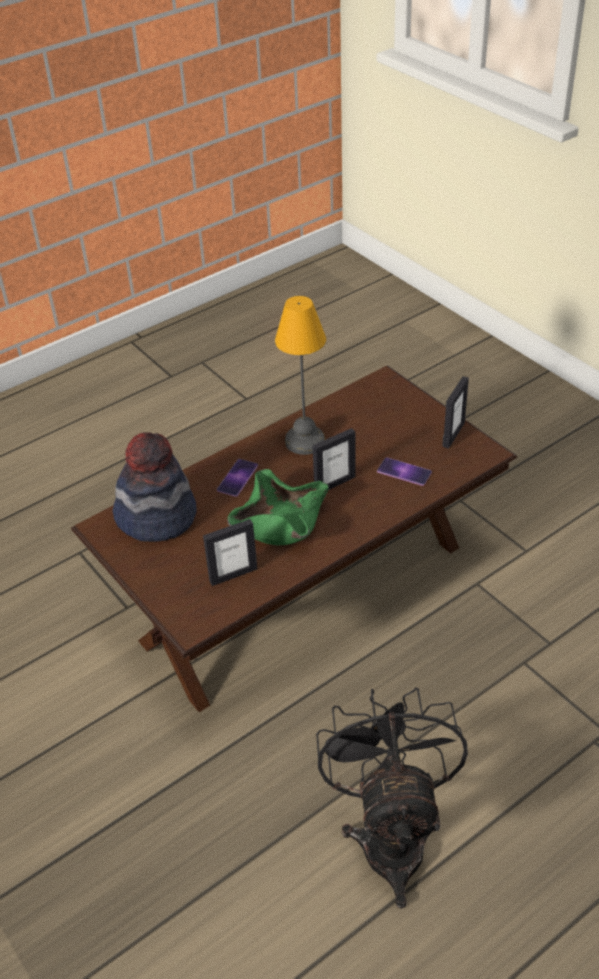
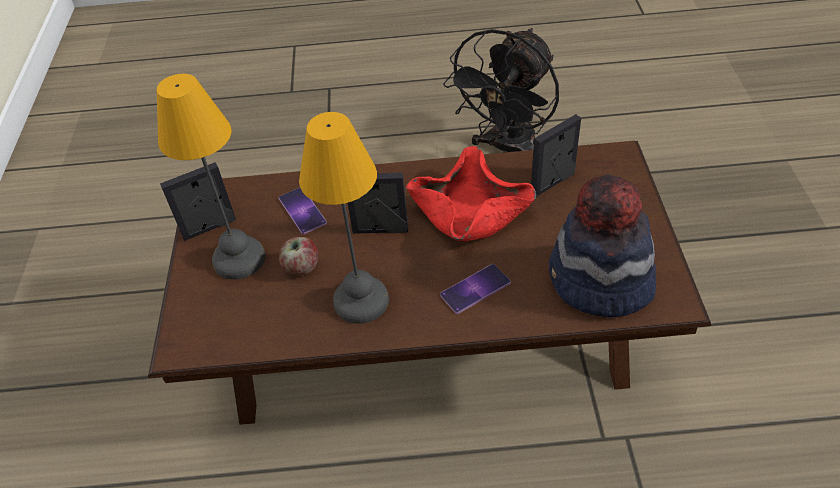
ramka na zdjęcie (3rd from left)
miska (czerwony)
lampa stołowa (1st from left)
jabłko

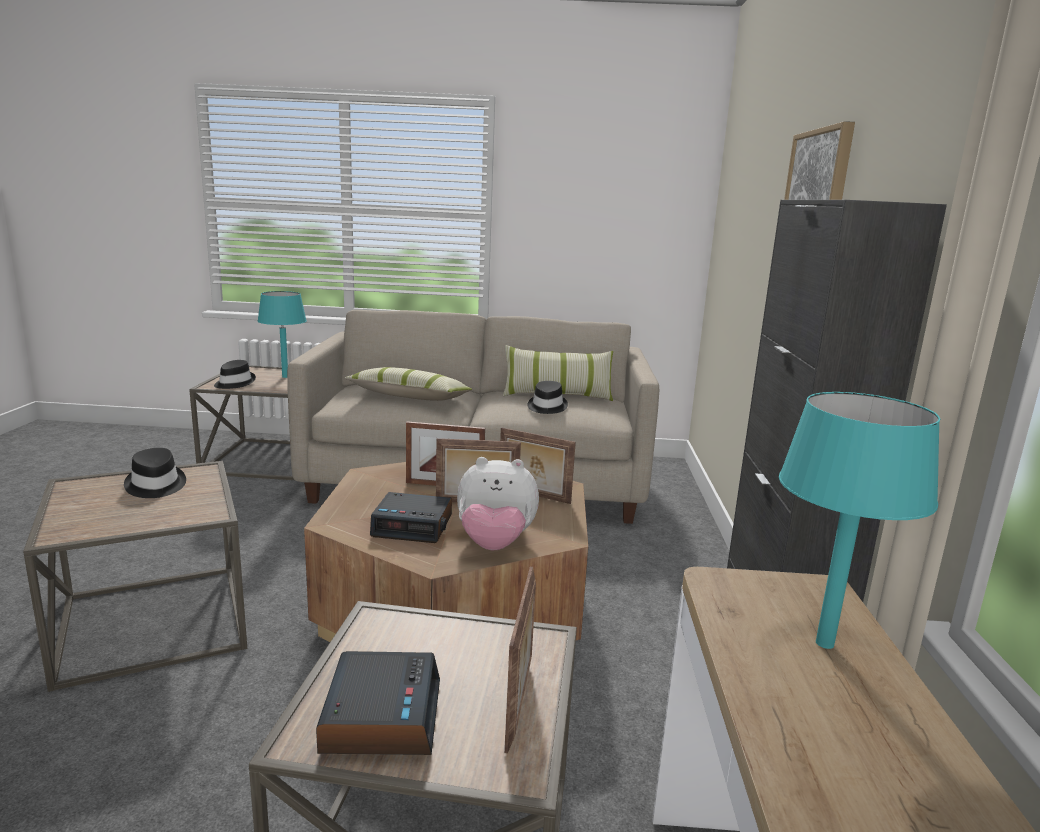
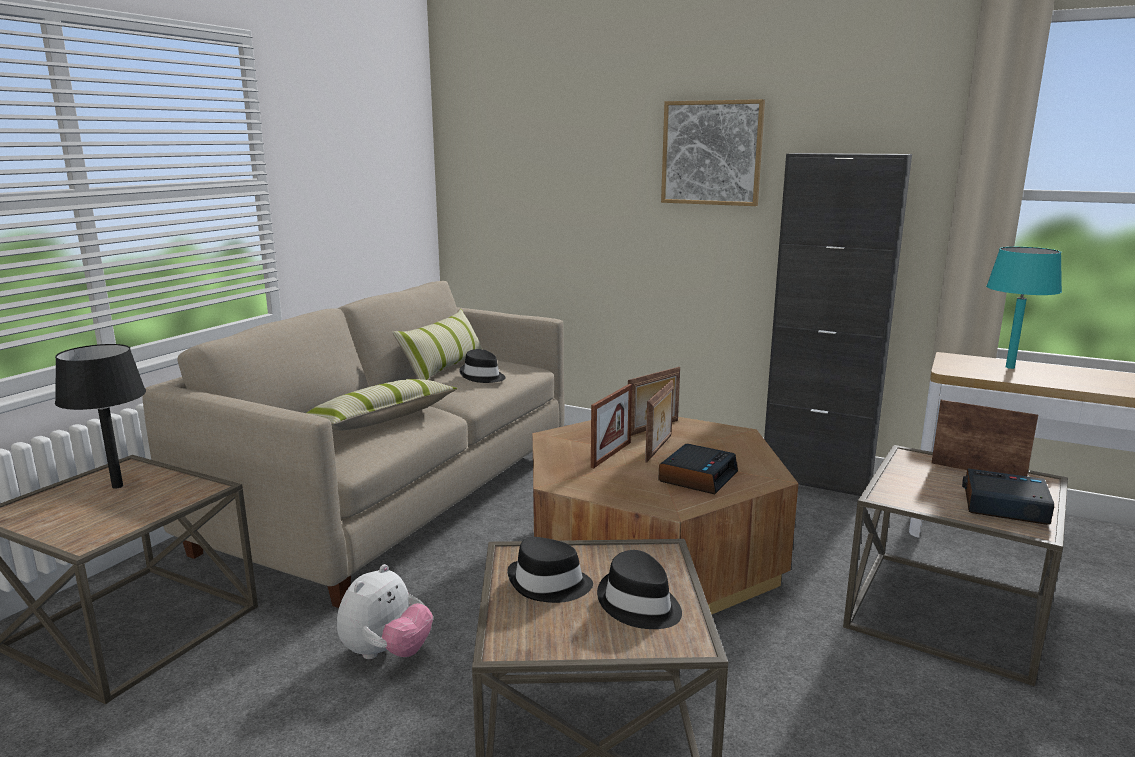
kapelusz (czarny) (3rd from left)
lampa stołowa (czarny)
pluszak

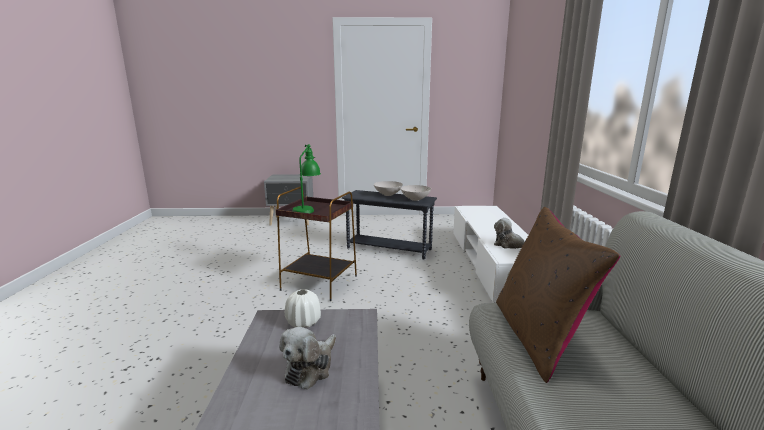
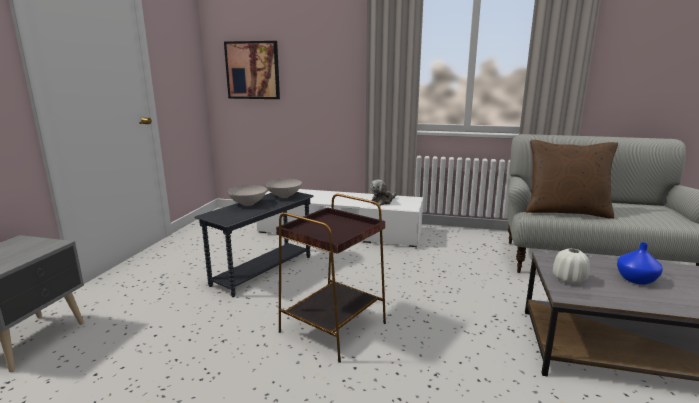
wazon (niebieski)
lampa stołowa (zielony)
obraz

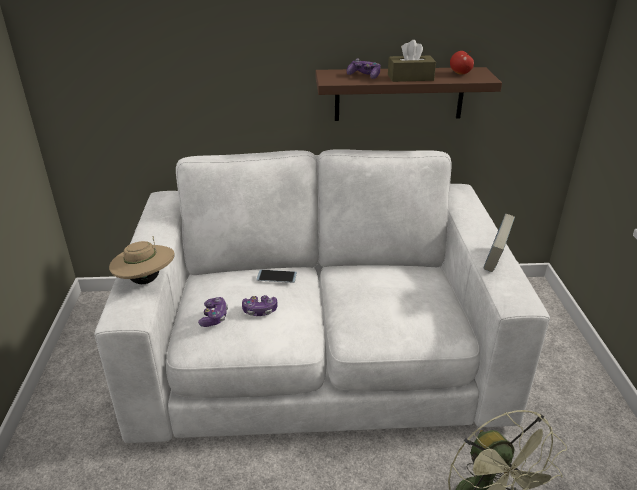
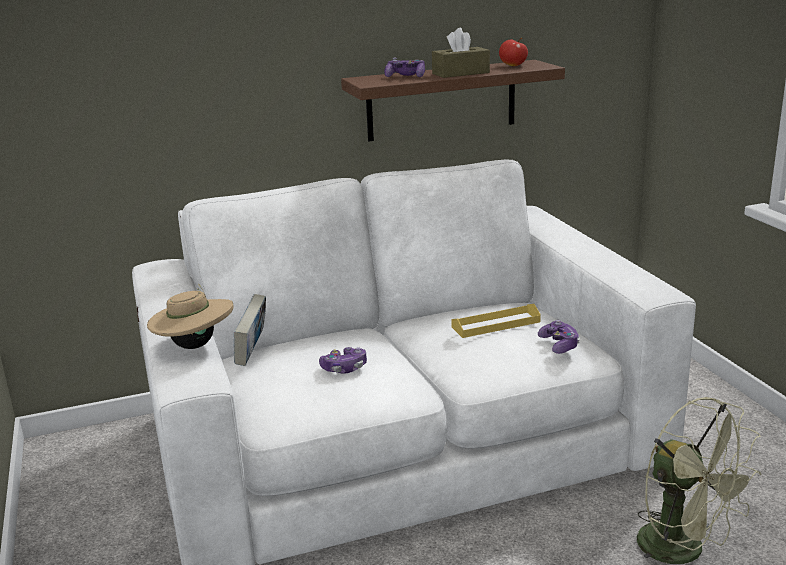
pad do gier (3rd from left)
telefon
książka
taca (żółty)

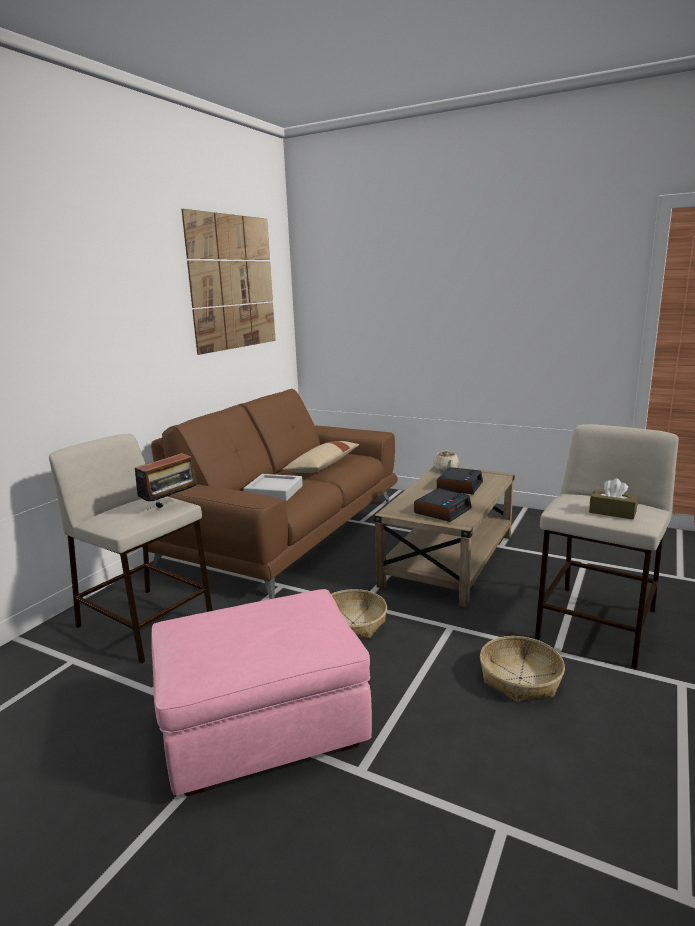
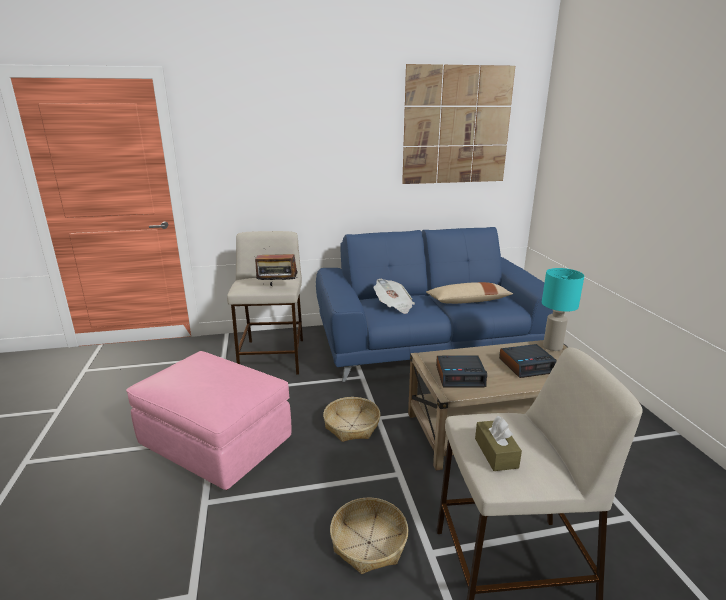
kanapa (niebieski)
gazeta
lampa stołowa (turkusowy)

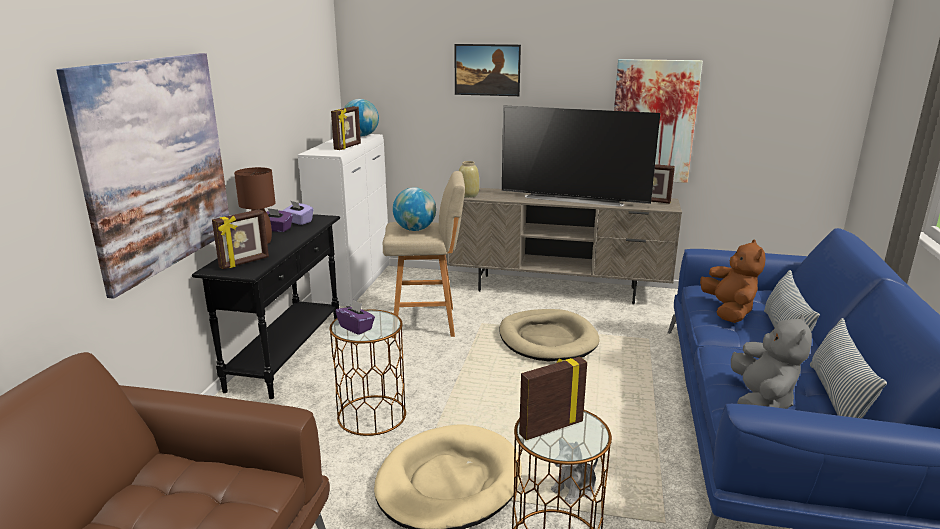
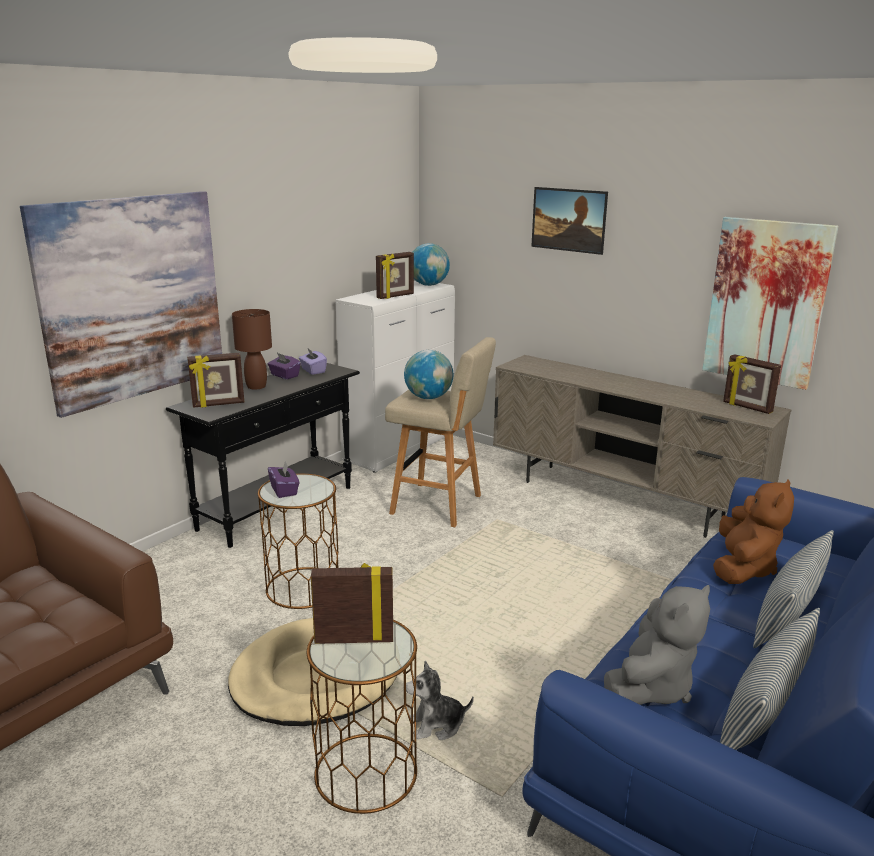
wazon (beżowy)
legowisko (beżowy) (2nd from left in the first image)
telewizor

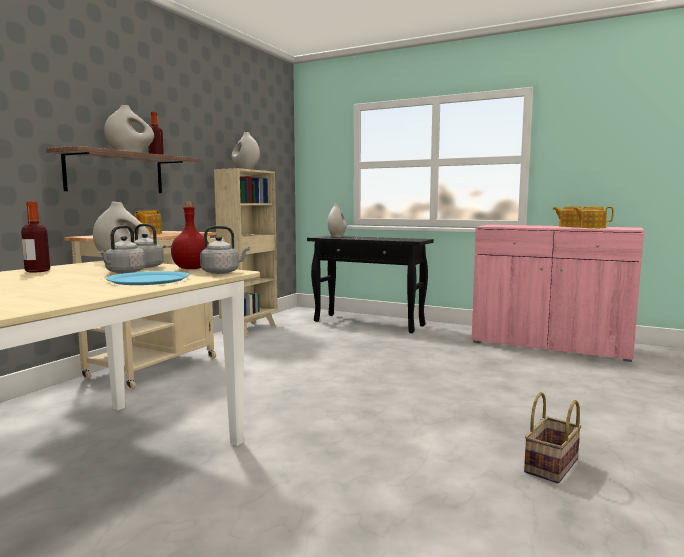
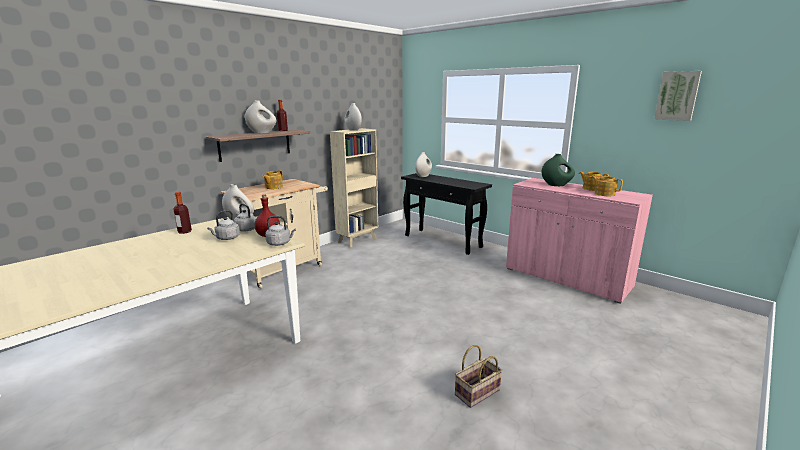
talerz (niebieski)
wazon (zielony)
obraz

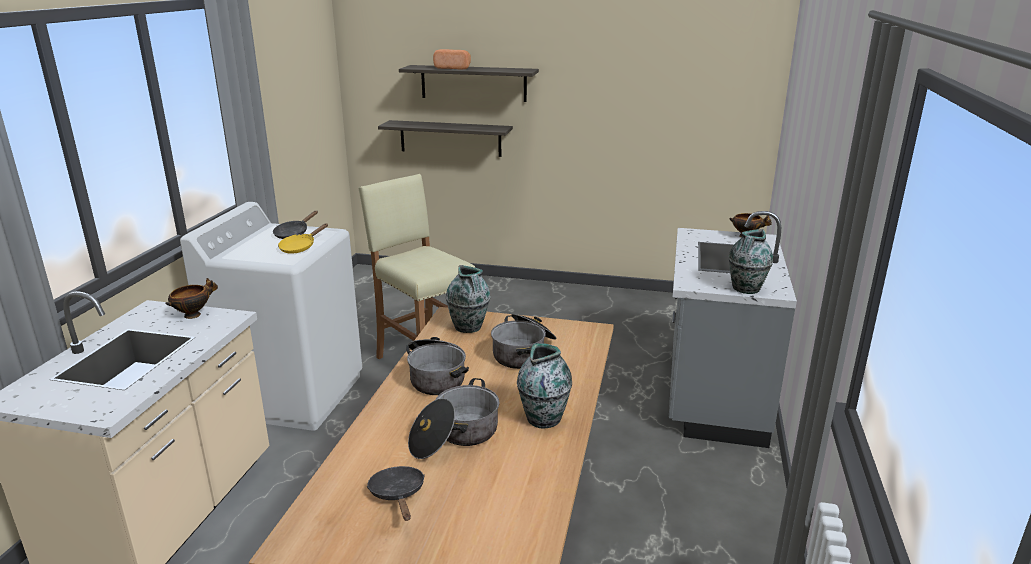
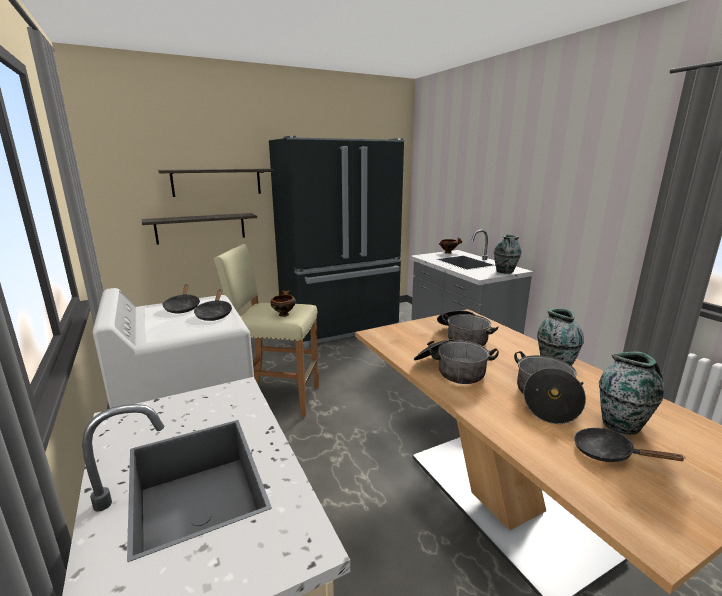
miska (1st from left)
patelnia (czarny) (2nd from left)
chleb
wazon (3rd from left)
lodówka (czarny)

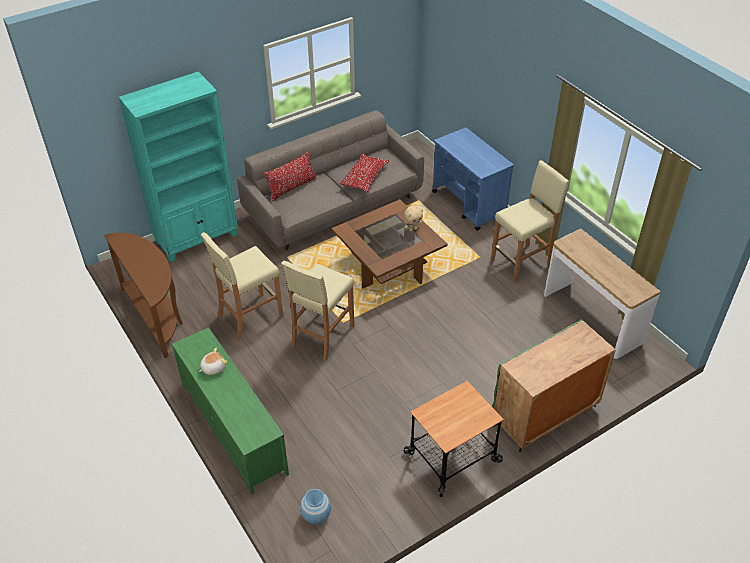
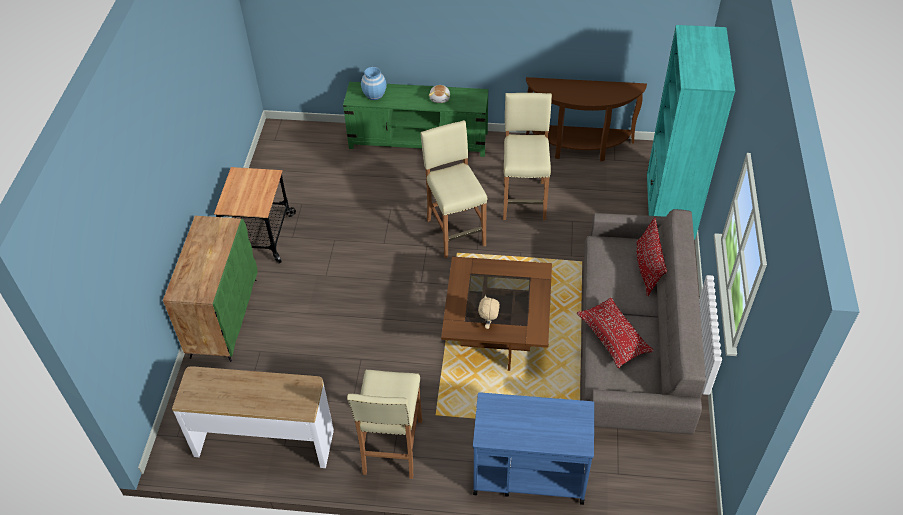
wazon (niebieski)

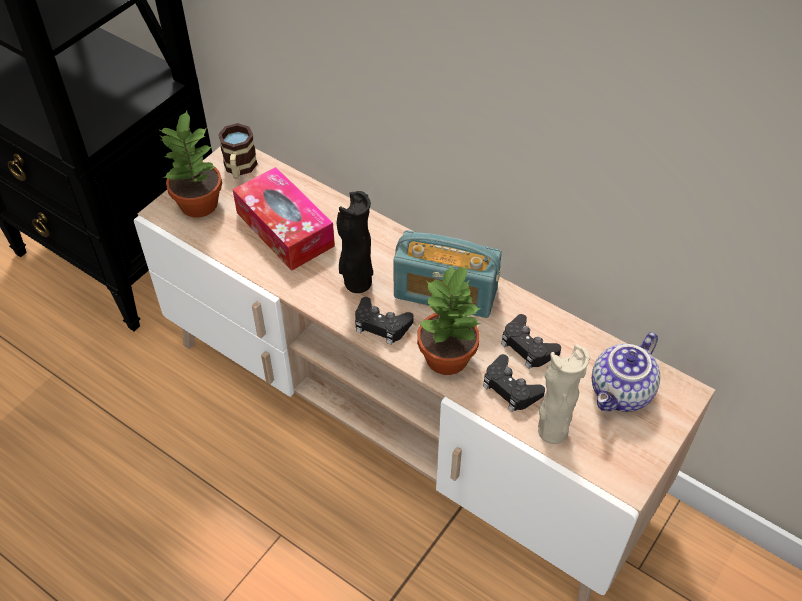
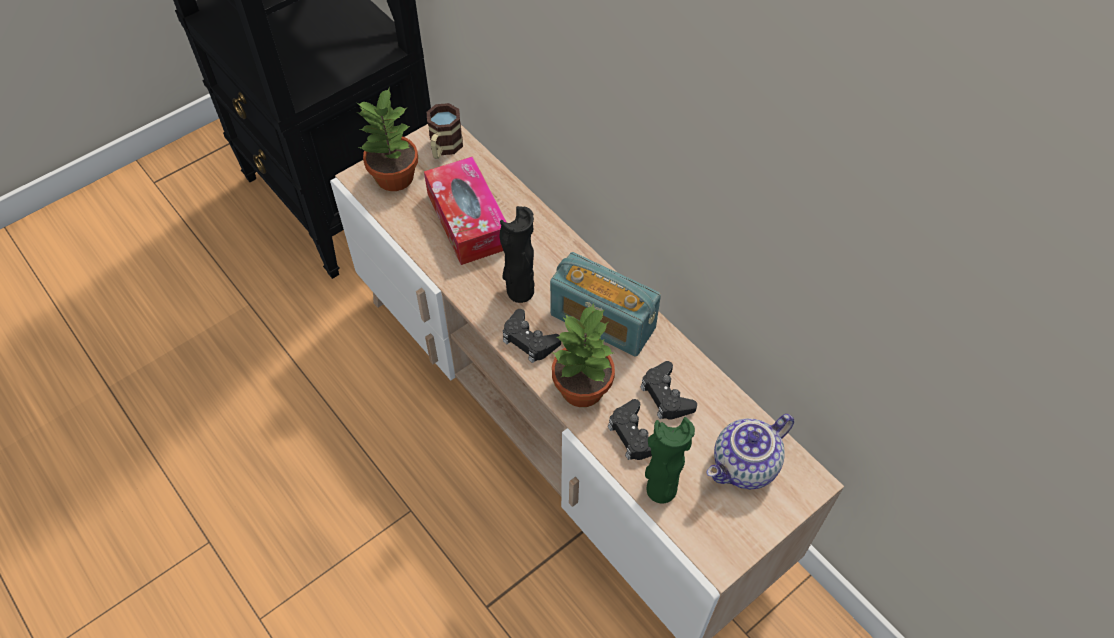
wazon (zielony)

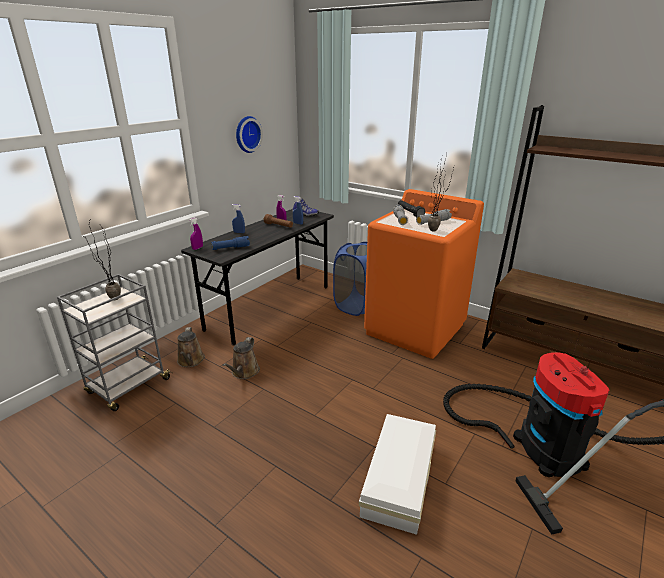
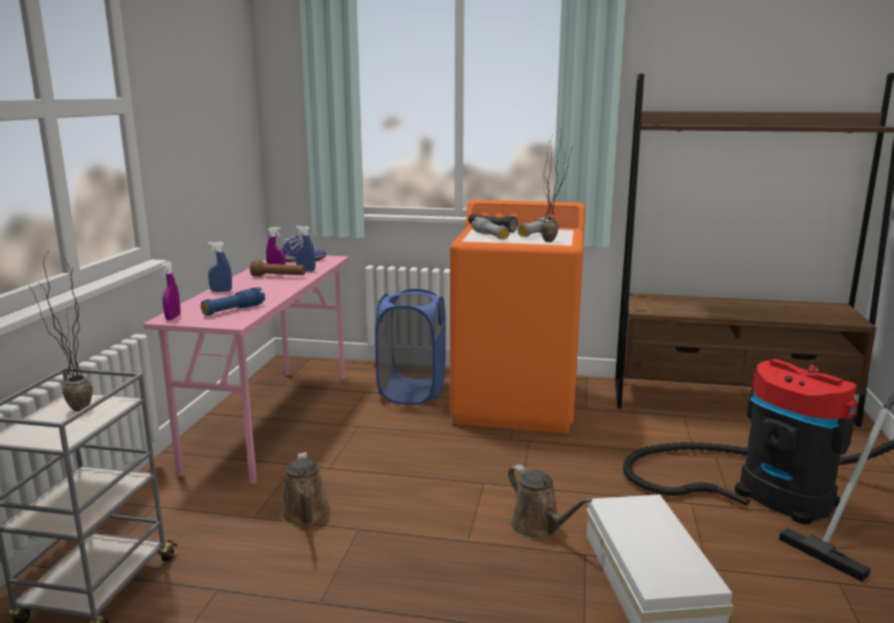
konewka (brązowy) (2nd from left)
biurko (różowy)
zegar ścienny

